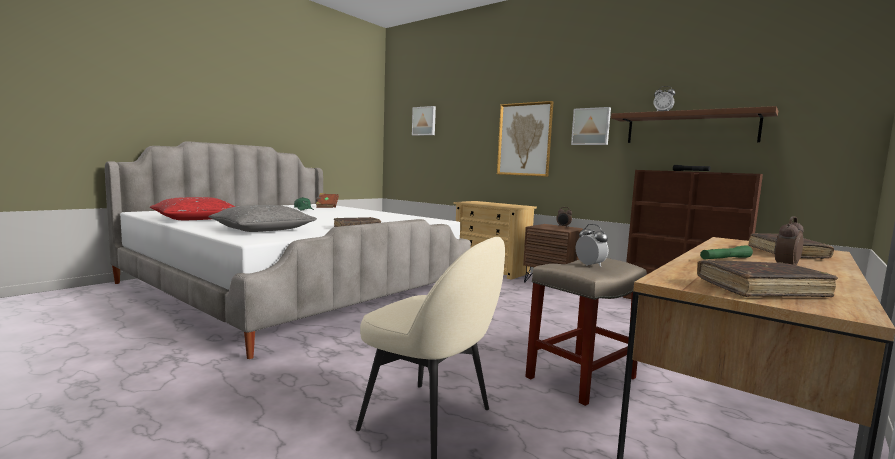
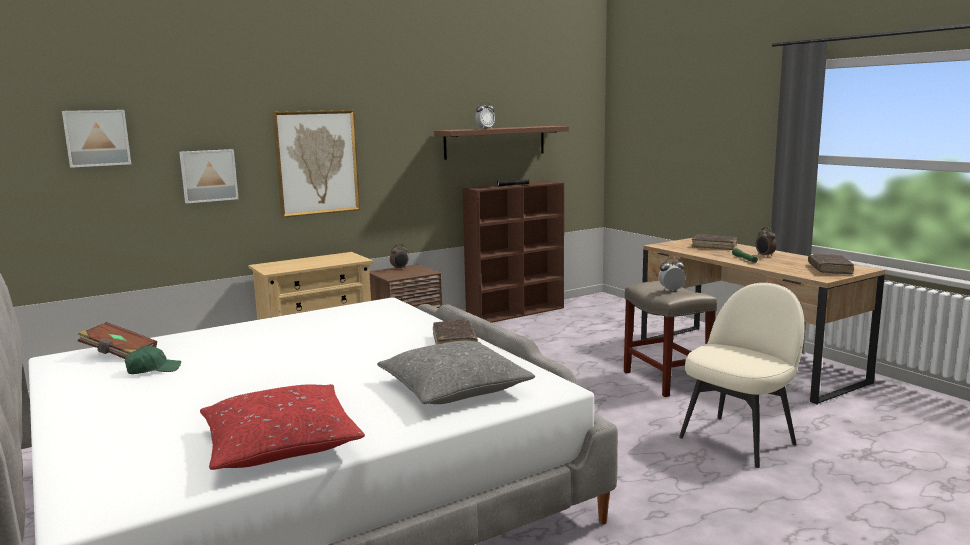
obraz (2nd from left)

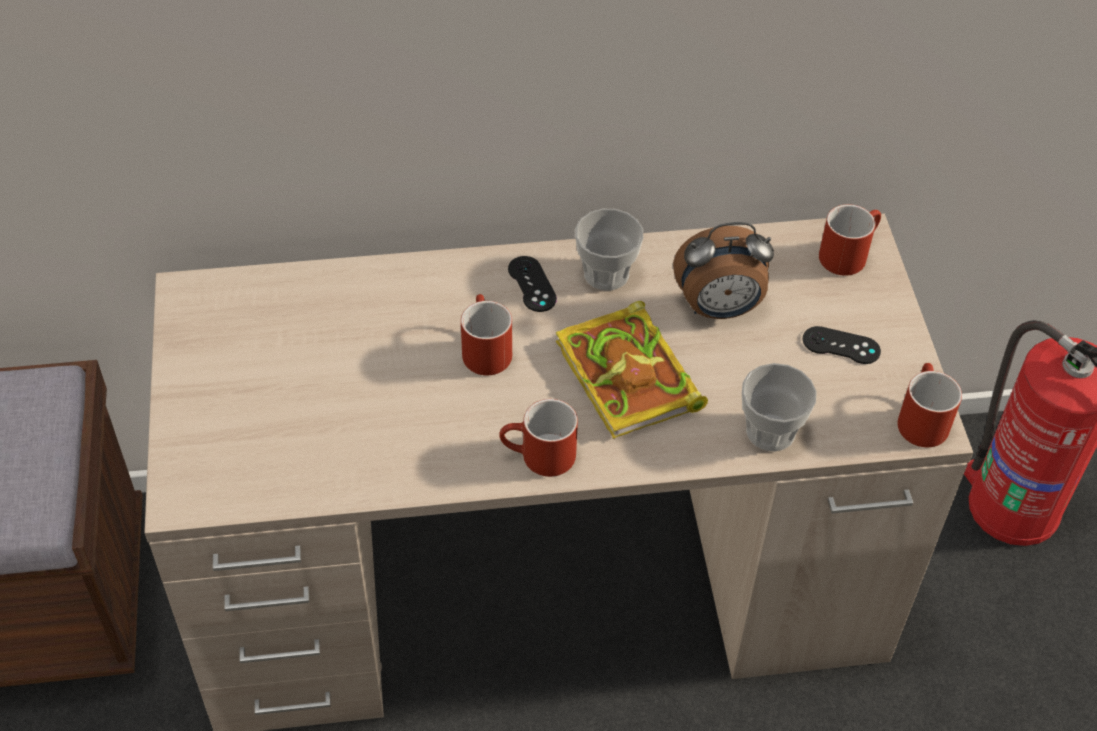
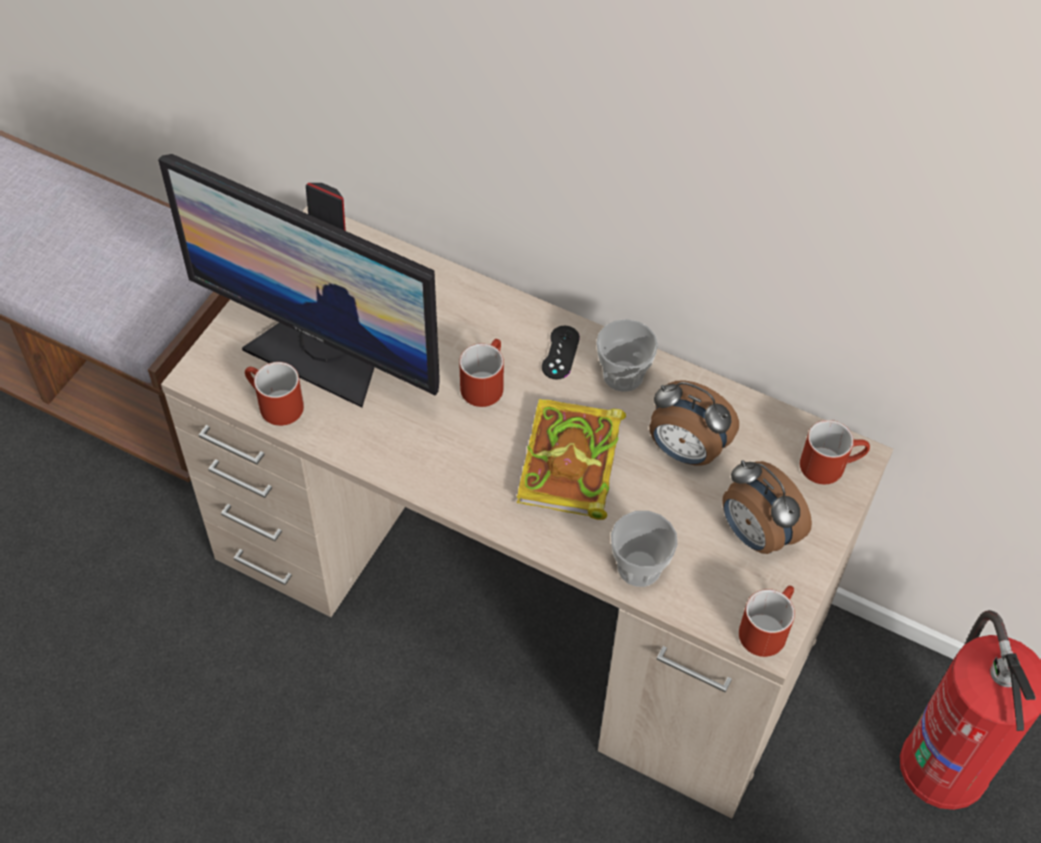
kubek (czerwony) (1st from left)
budzik (2nd from left)
monitor

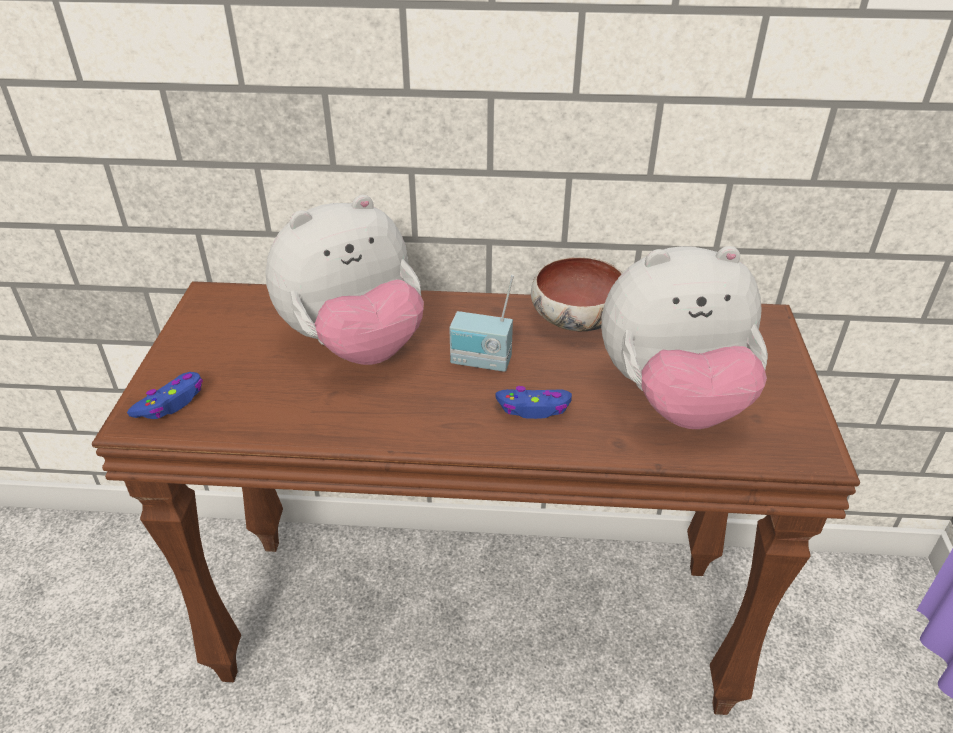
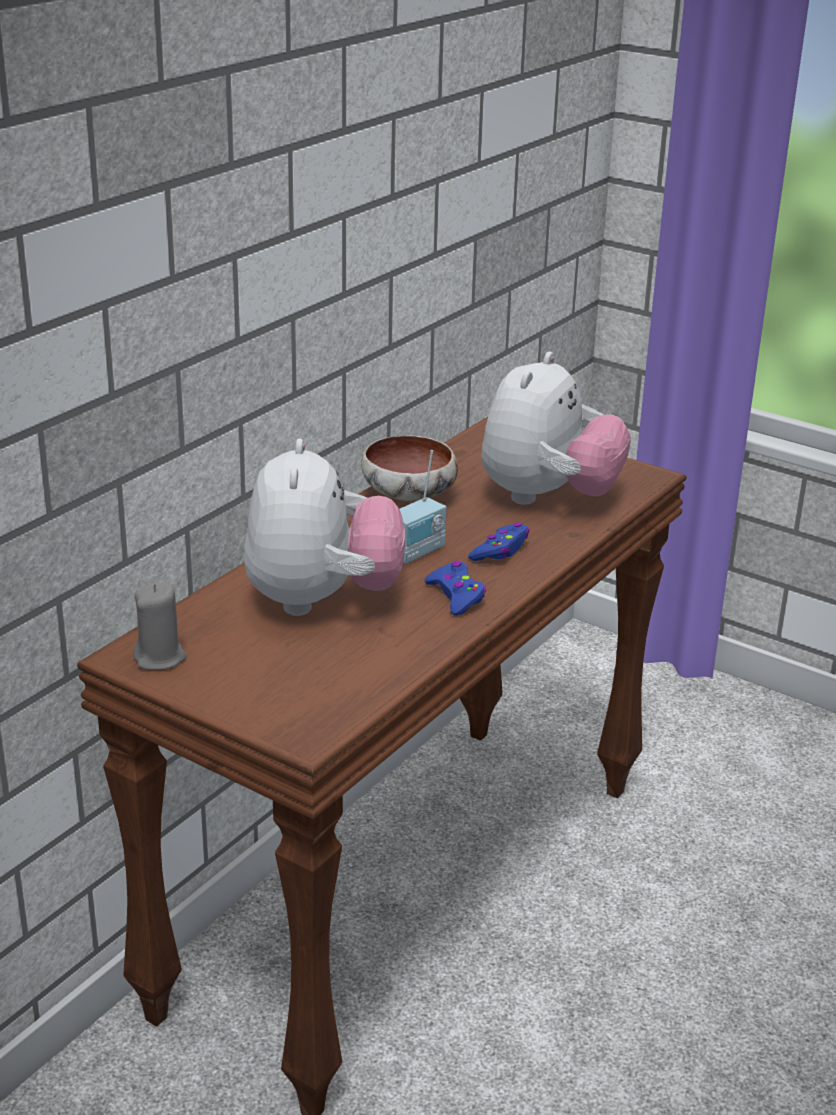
pad do gier (niebieski) (1st from left)
świeca (szary)

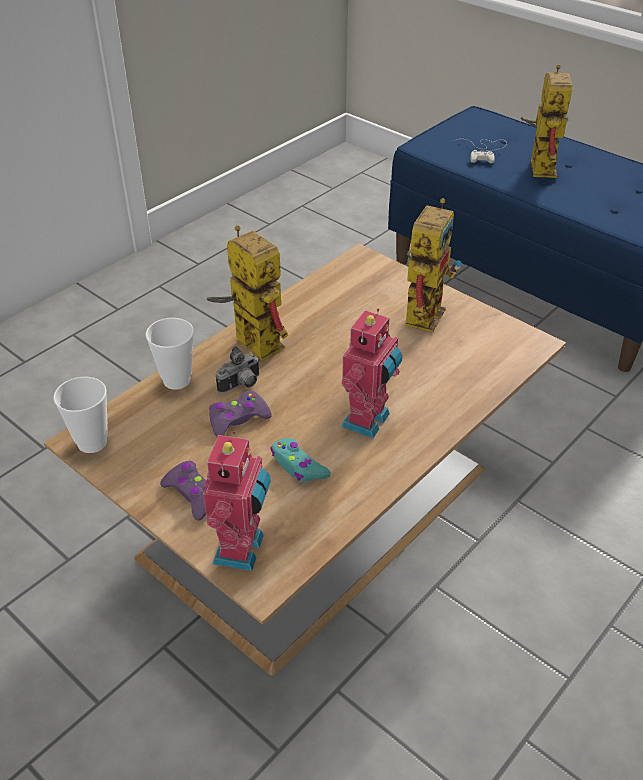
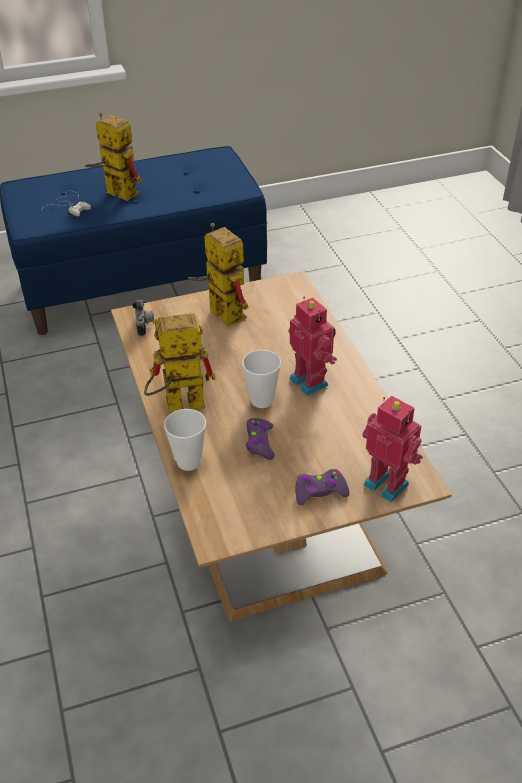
filiżanka (2nd from left)
aparat fotograficzny
pad do gier (turkusowy)

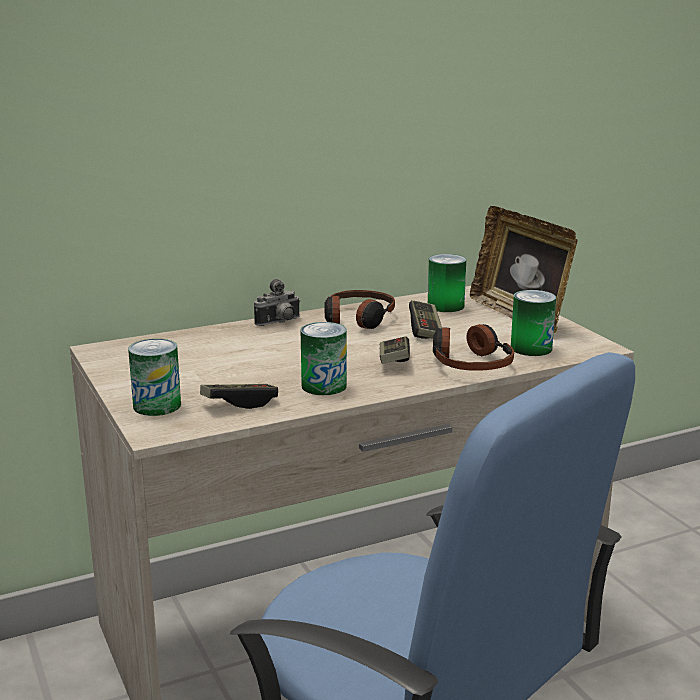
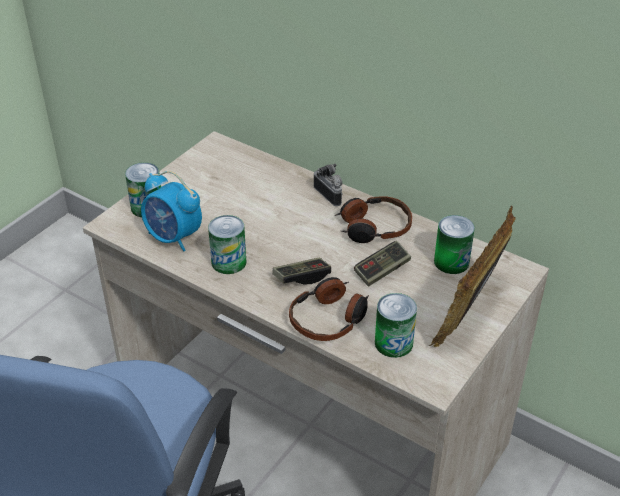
budzik
aparat fotograficzny

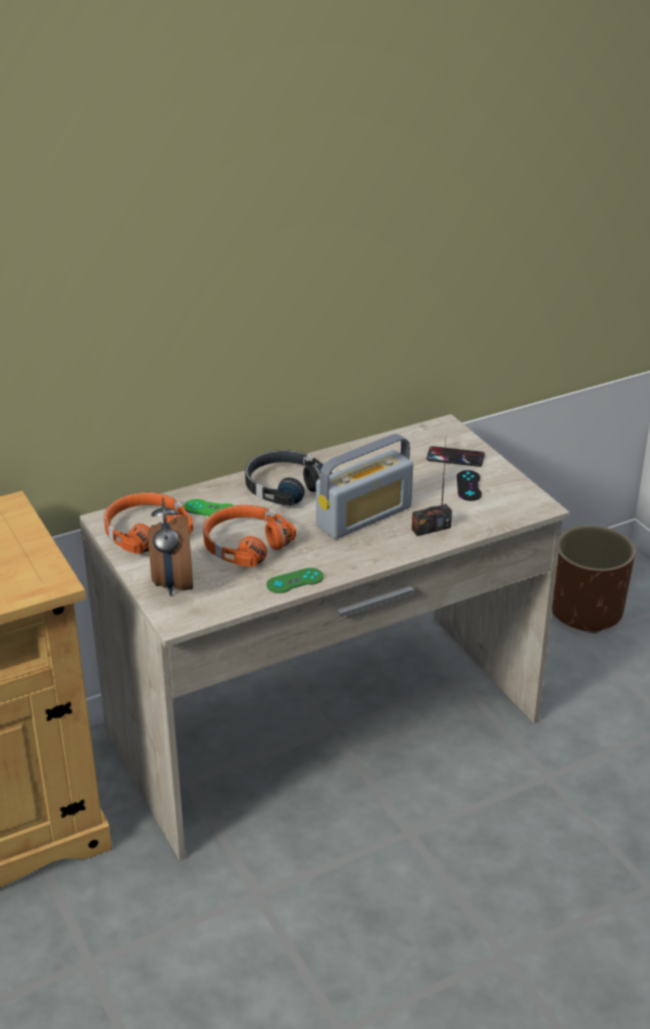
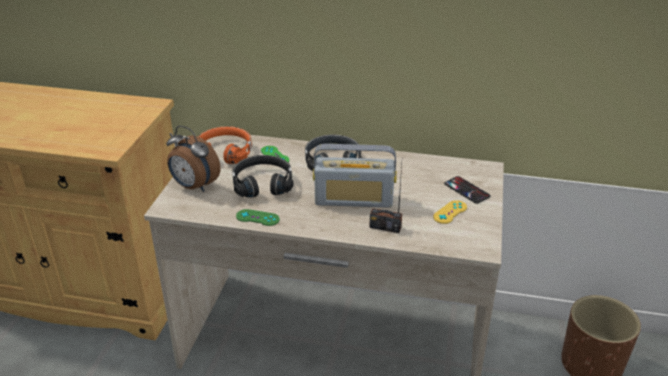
budzik
słuchawki (czarny) (1st from left)
pad do gier (żółty)

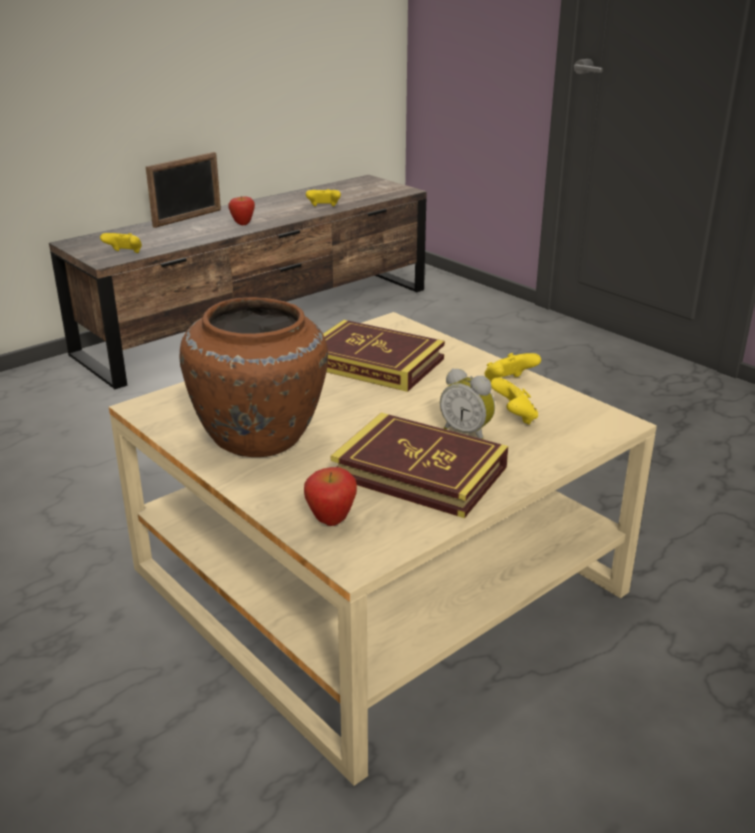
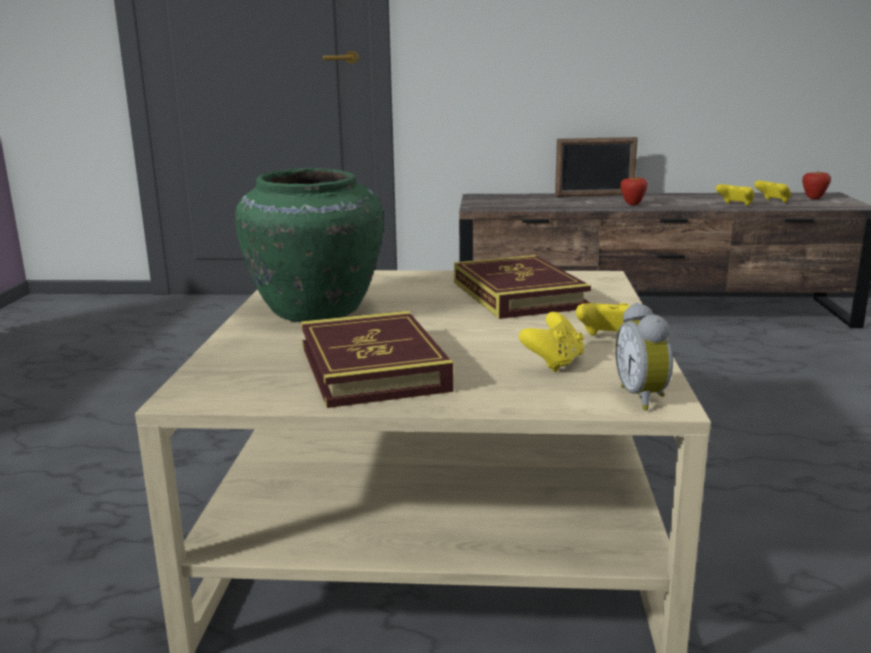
pad do gier (żółty) (4th from left)
wazon (zielony)
jabłko (2nd from left)
budzik

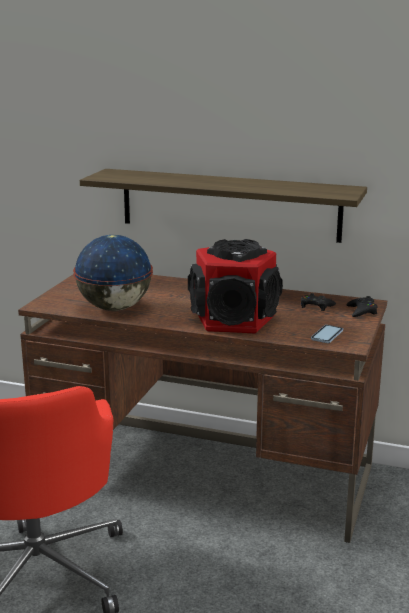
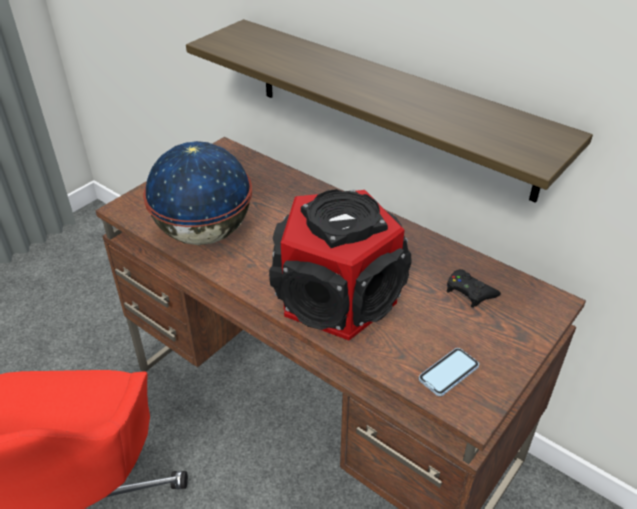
pad do gier (czarny) (2nd from left in the first image)

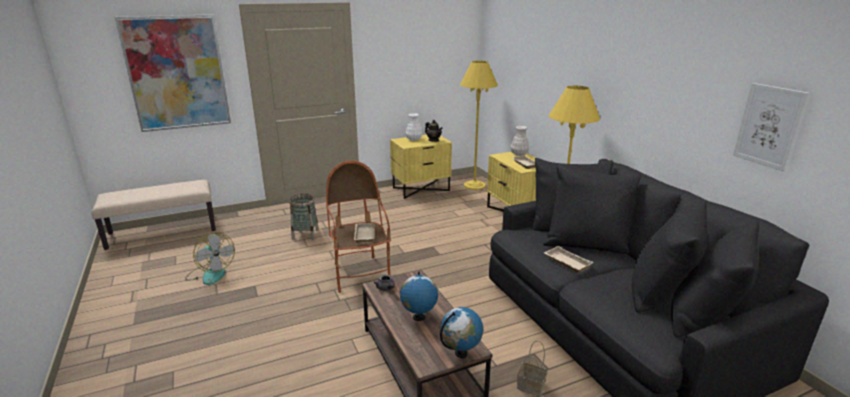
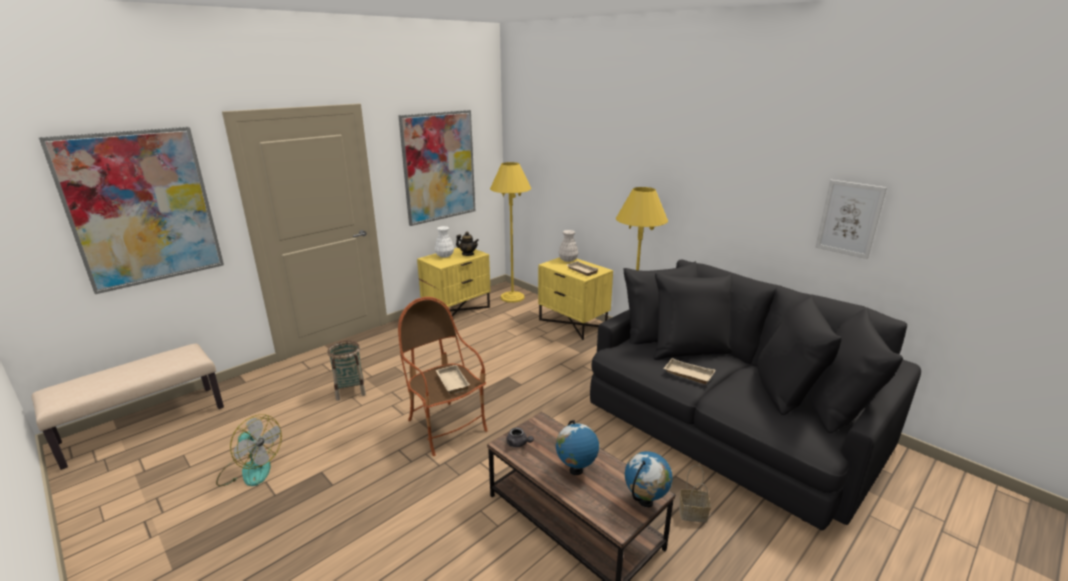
obraz (2nd from left)

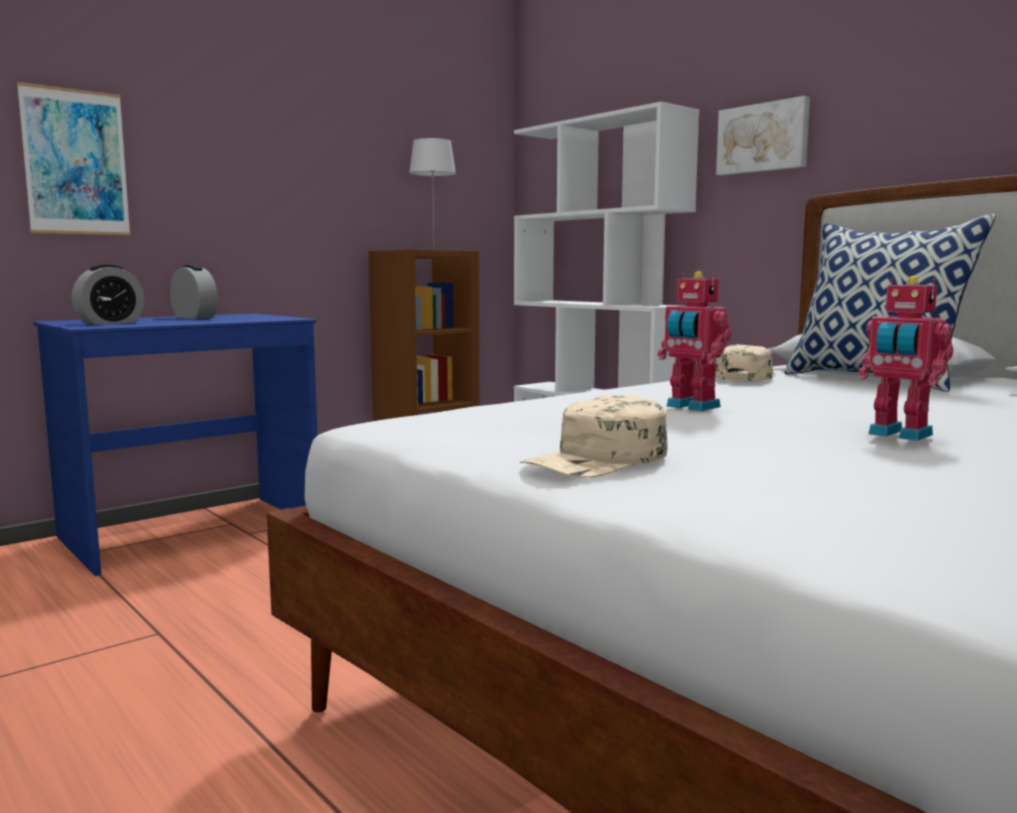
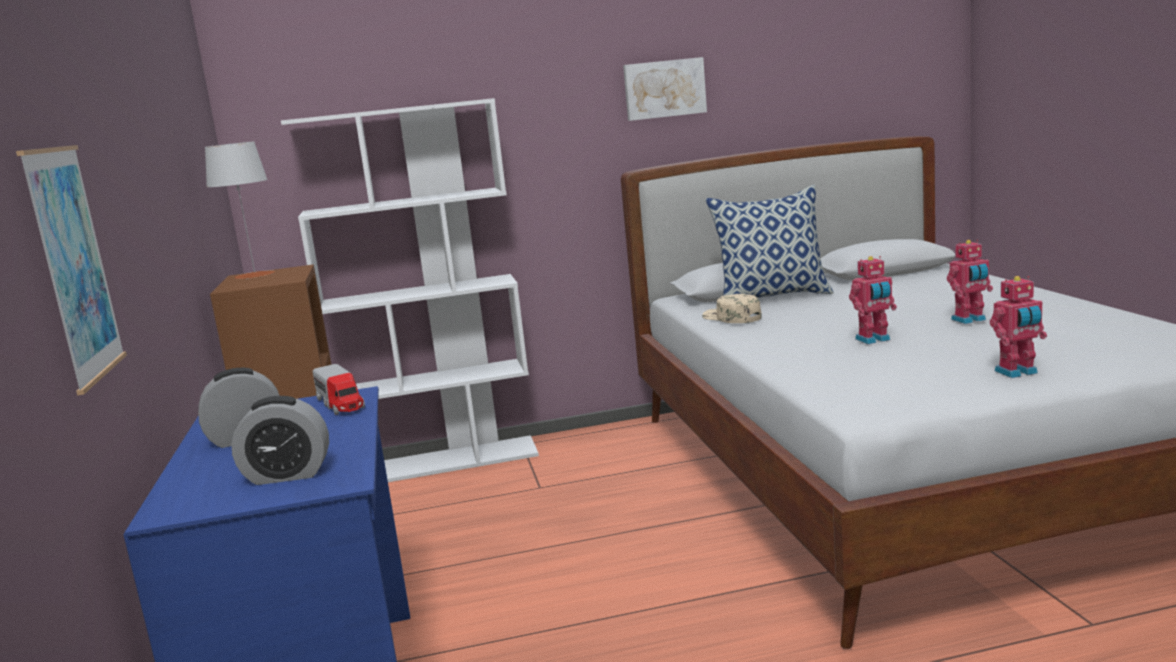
budzik (2nd from left)
robot zabawkowy (3rd from left)
obraz (2nd from left)
ciężarówka zabawkowa

